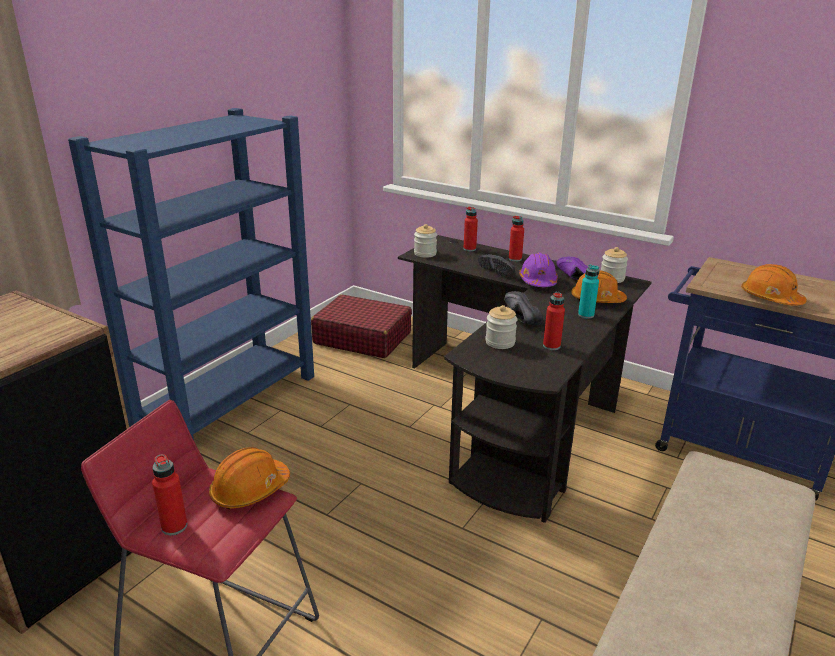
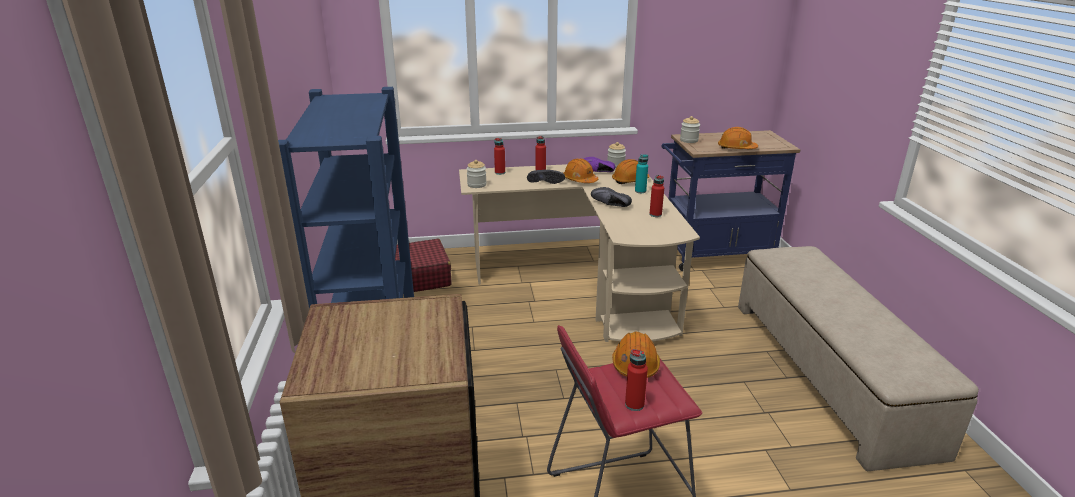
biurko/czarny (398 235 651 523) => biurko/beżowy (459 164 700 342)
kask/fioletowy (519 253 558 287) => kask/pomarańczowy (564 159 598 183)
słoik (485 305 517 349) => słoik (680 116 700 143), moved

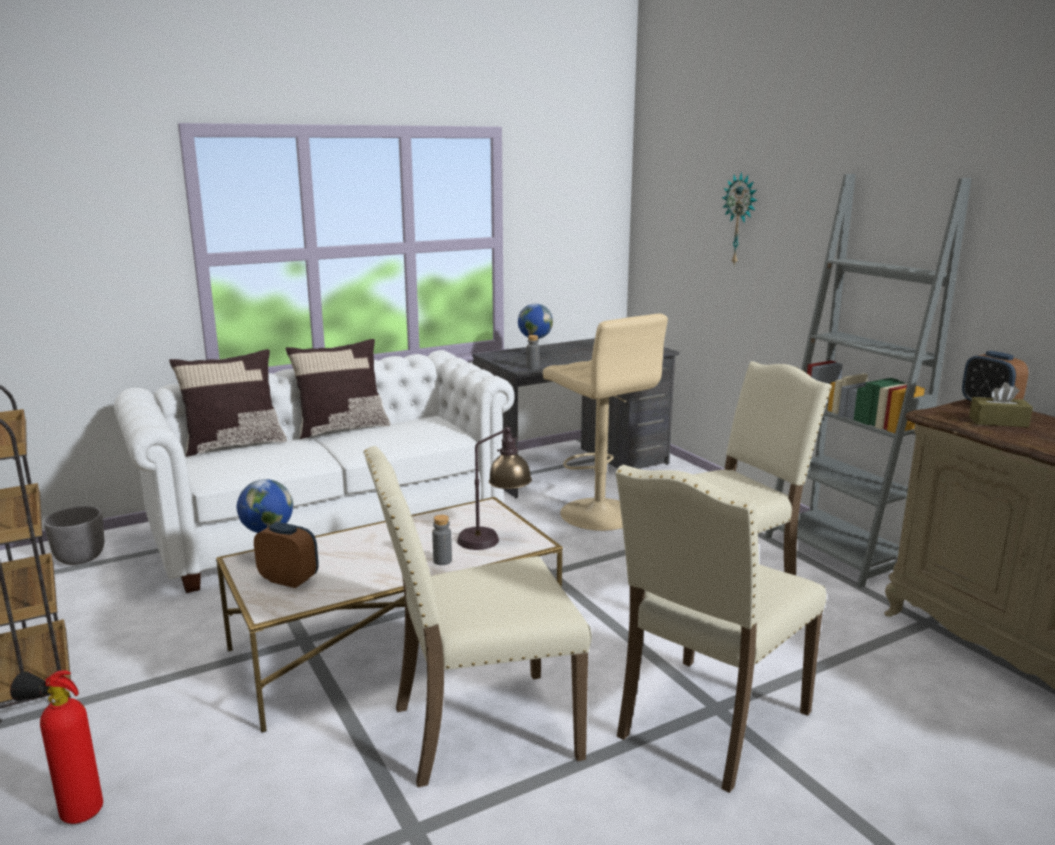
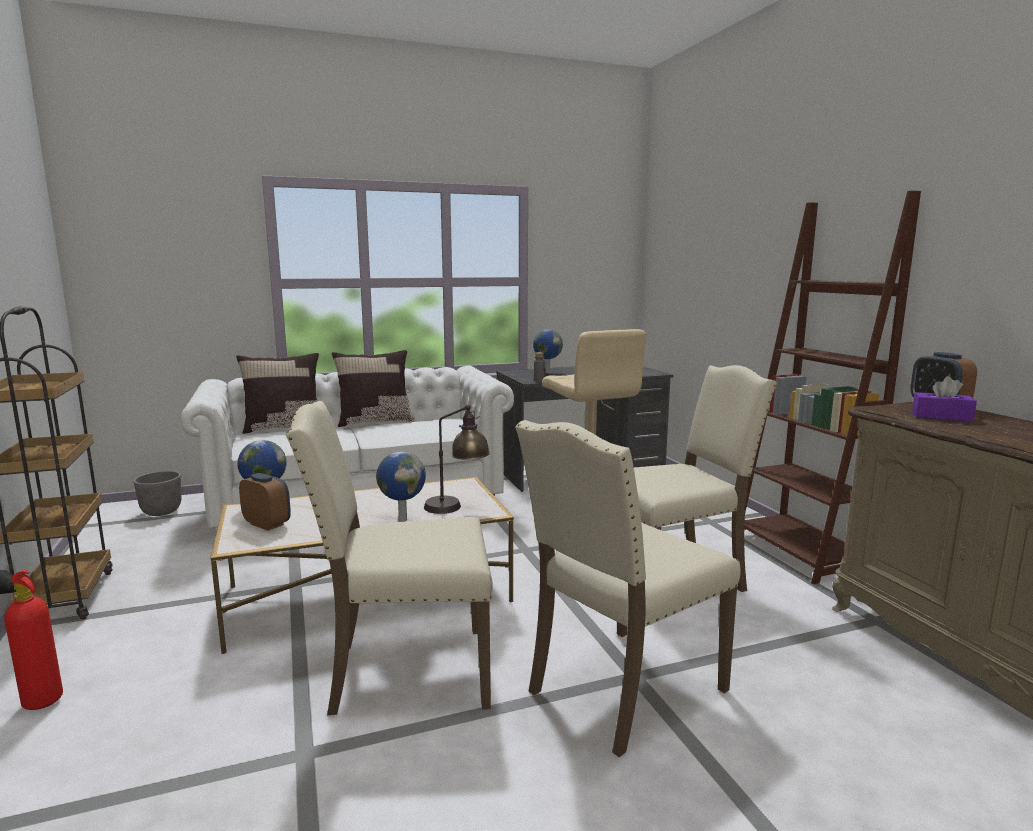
butelka/szary (432 515 452 565) => globus (376 451 426 522)
regał/szary (764 174 972 588) => regał/brązowy (744 191 921 584)
pudełko chusteczek/brązowy (969 382 1033 427) => pudełko chusteczek/fioletowy (912 376 977 422)
zegar ścienny (722 172 758 265) => nothing

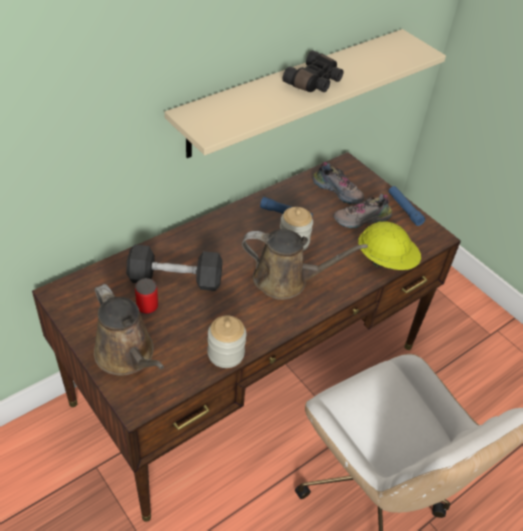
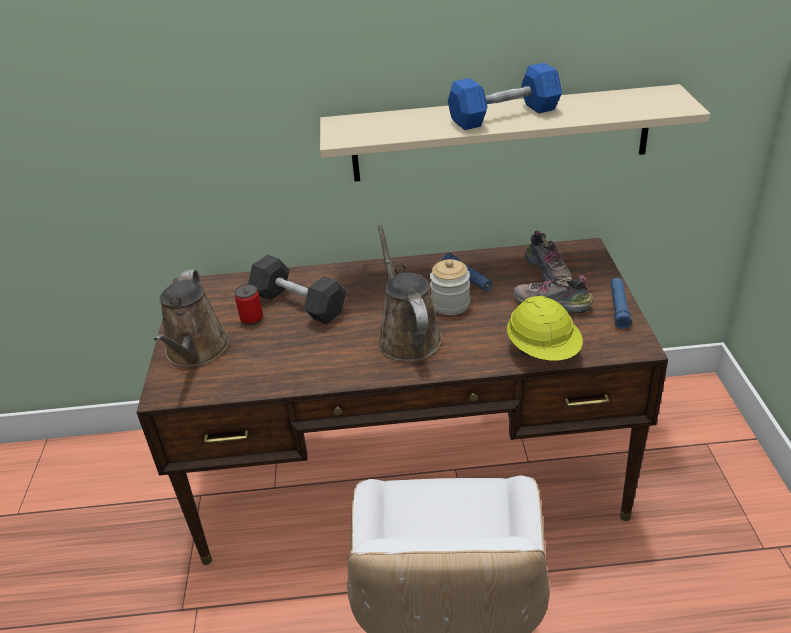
konewka/brązowy (242 229 368 300) => konewka/brązowy (378 225 442 362), 150 degrees counterclockwise
lornetka/czarny (283 50 343 92) => hantel/niebieski (448 63 562 130)
słoik (207 316 246 368) => nothing

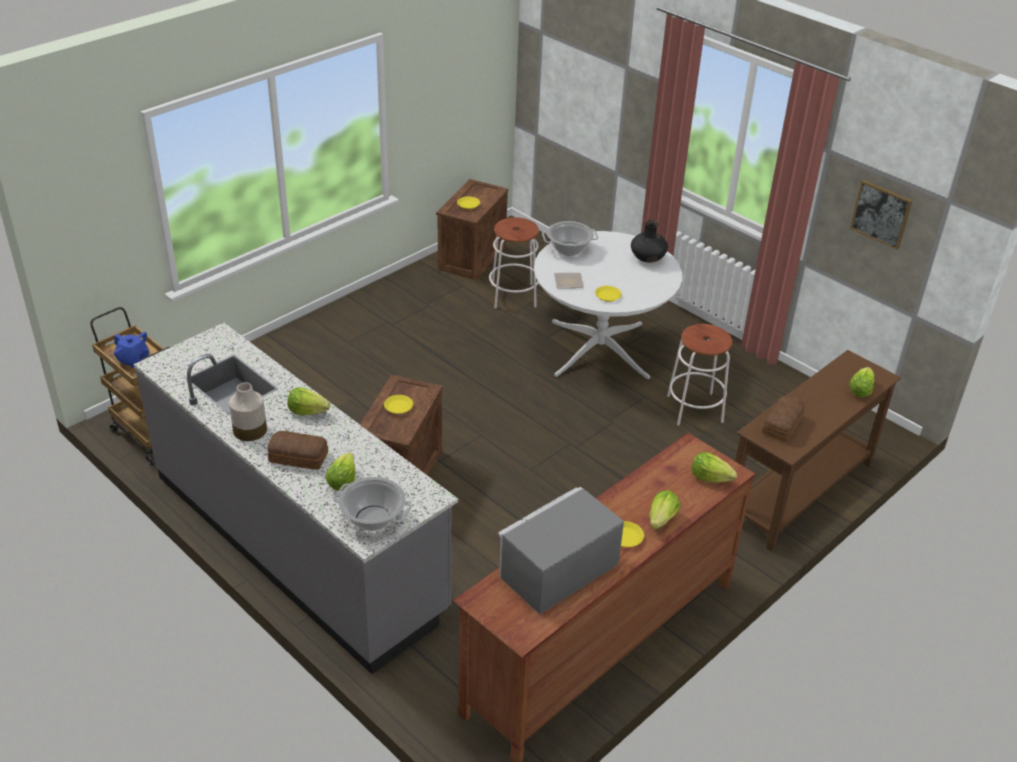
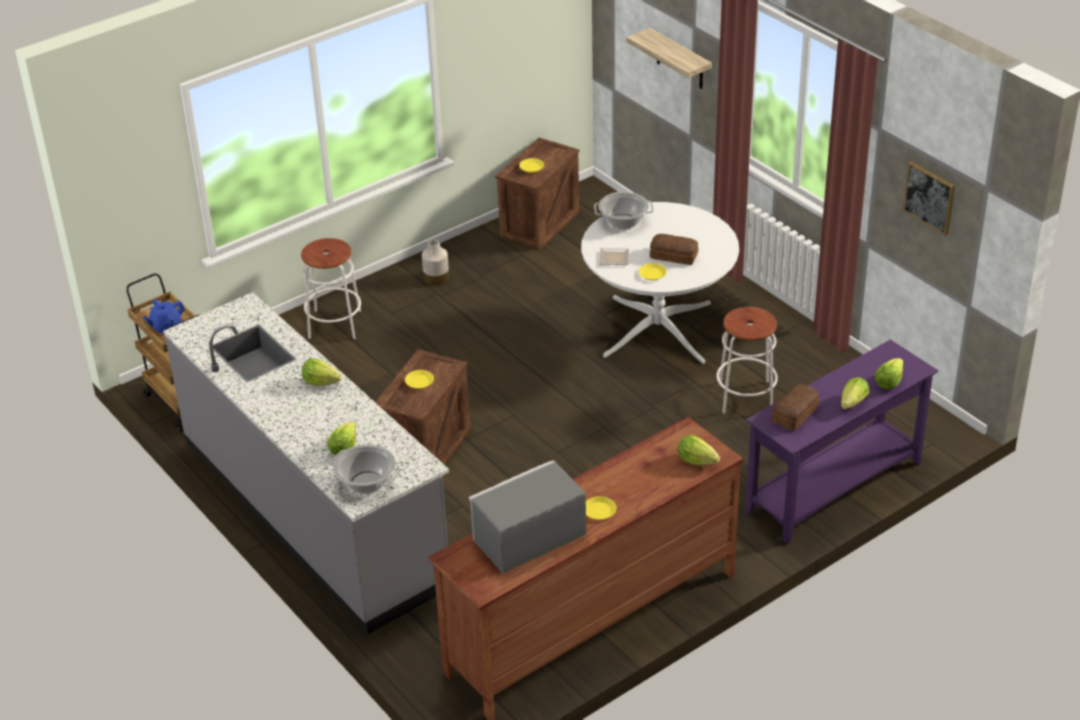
imbryk/niebieski (114 332 149 368) => imbryk/niebieski (142 299 185 334), 105 degrees clockwise
stołek/biały (489 217 539 308) => stołek/biały (301 238 361 339), moved
wazon/beżowy (229 383 267 441) => wazon/beżowy (422 240 449 285), moved
nothing => półka (626 28 712 89)
chleb (268 431 328 470) => chleb (650 234 698 265), moved
stolik konsolowy/brązowy (735 350 901 552) => stolik konsolowy/fioletowy (745 339 938 544)
sałata (649 490 680 530) => sałata (841 377 870 409), moved
wazon/czarny (631 220 668 263) => nothing

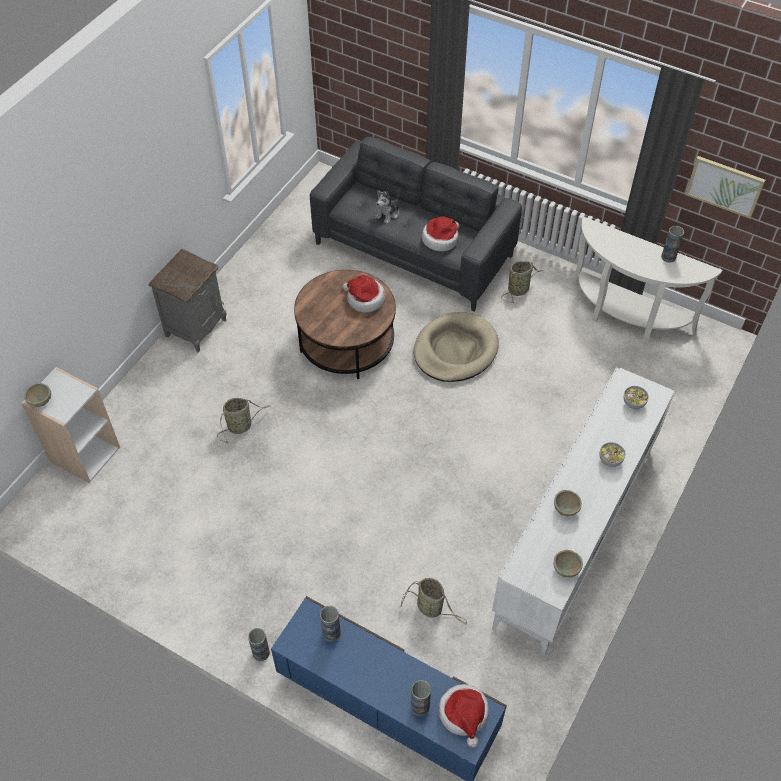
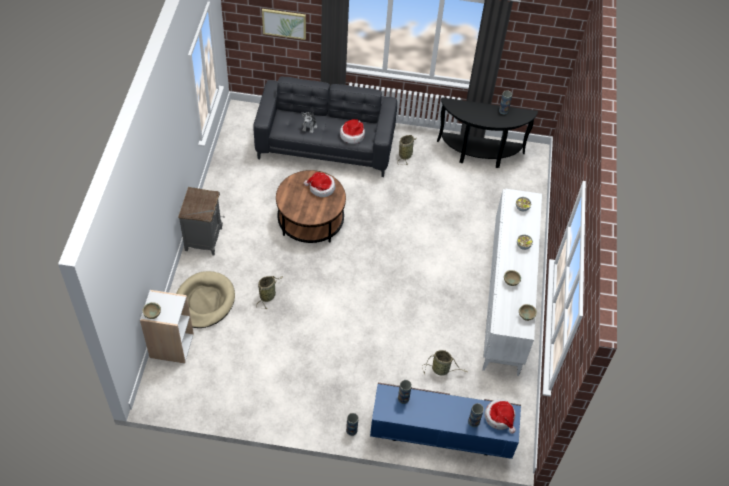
legowisko/beżowy (414 312 499 382) => legowisko/beżowy (176 271 235 328), moved
obraz (685 156 765 219) => obraz (262 9 306 40), moved
stolik konsolowy/biały (572 216 722 342) => stolik konsolowy/czarny (437 97 538 168)

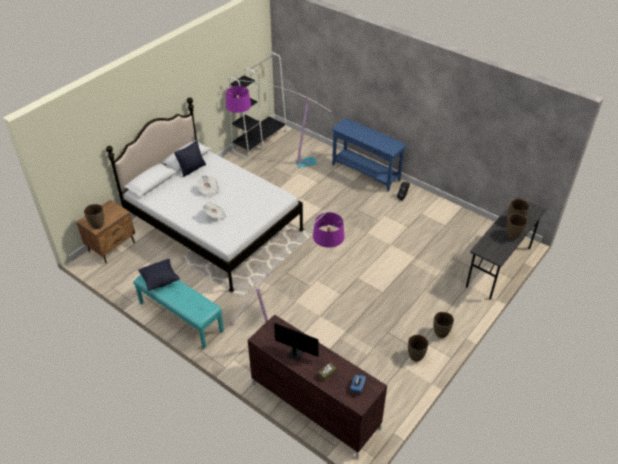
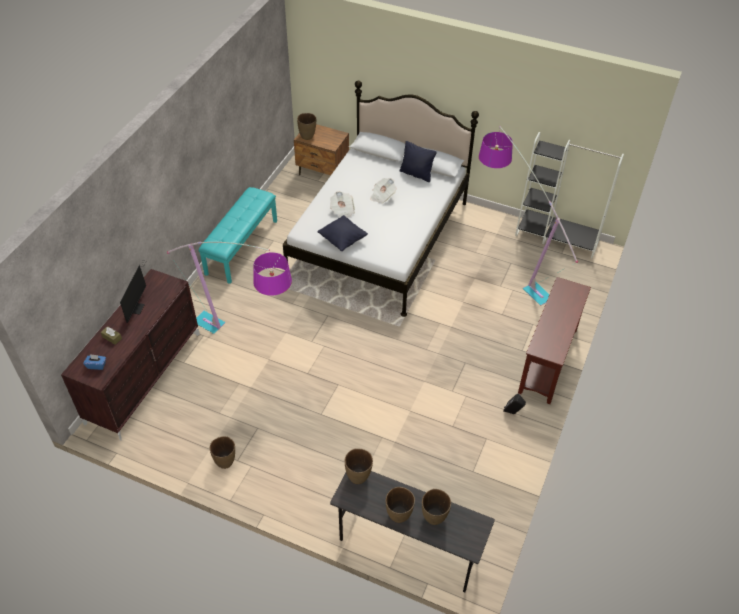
poduszka/czarny (138 259 180 291) => poduszka/czarny (317 215 368 251), moved
wazon/brązowy (434 312 454 338) => wazon/brązowy (345 448 373 484), moved
stolik konsolowy/niebieski (332 118 407 192) => stolik konsolowy/brązowy (518 277 591 404)

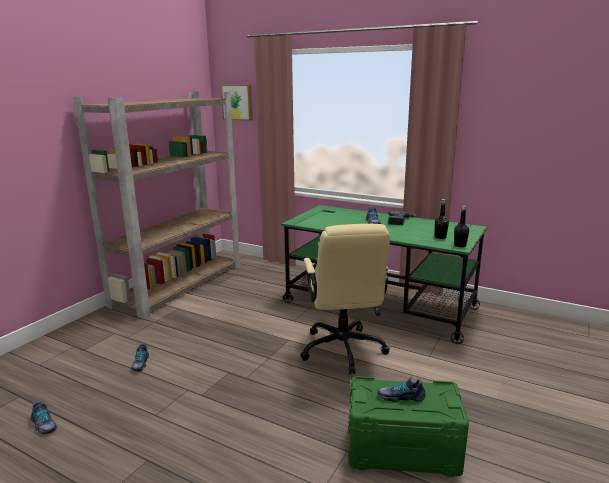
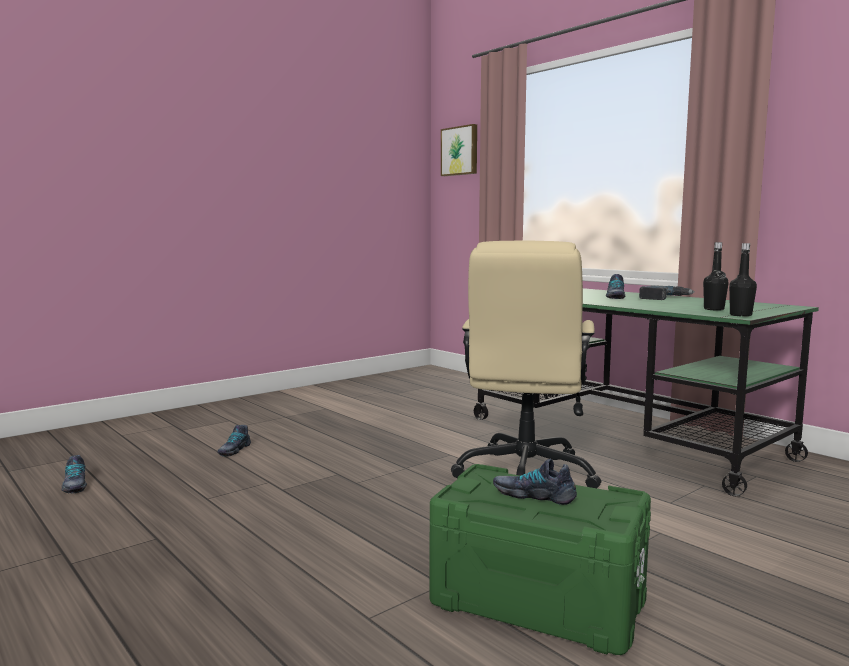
regał/brązowy (73 92 240 319) => nothing

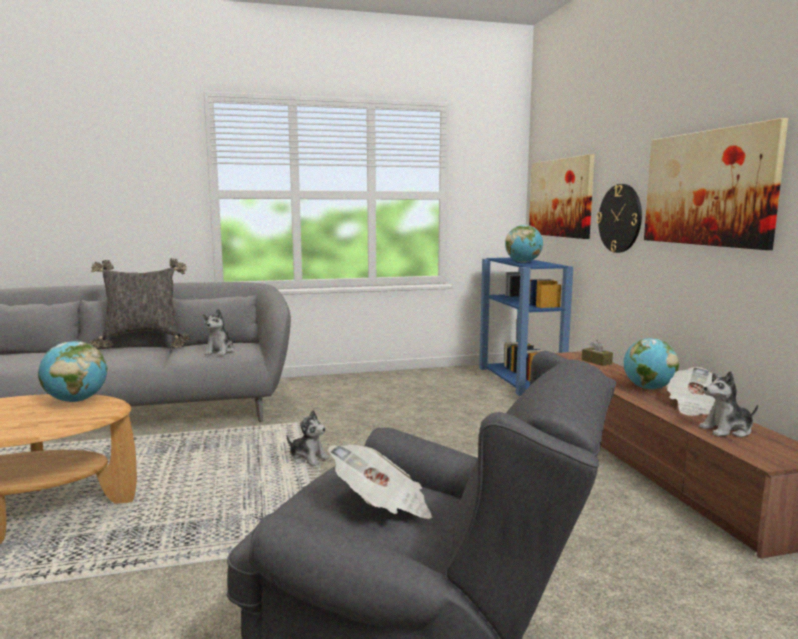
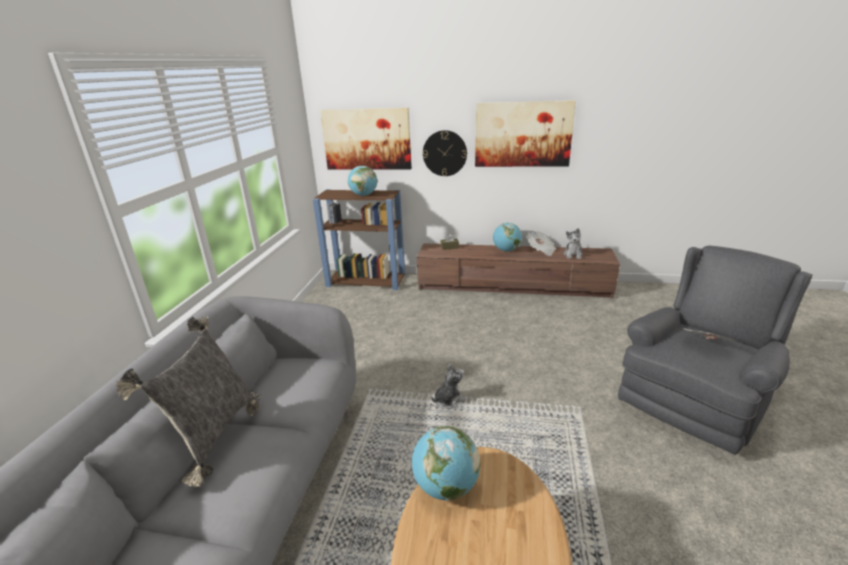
regał/niebieski (479 258 573 396) => regał/brązowy (313 189 405 290)
pluszak (202 309 235 355) => nothing

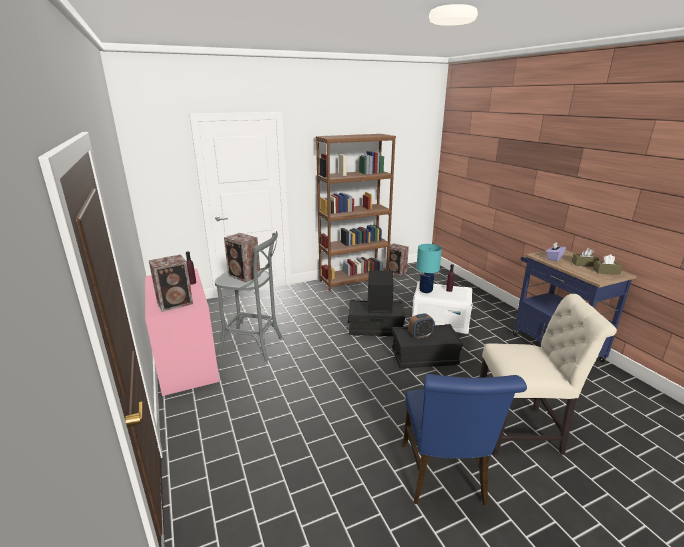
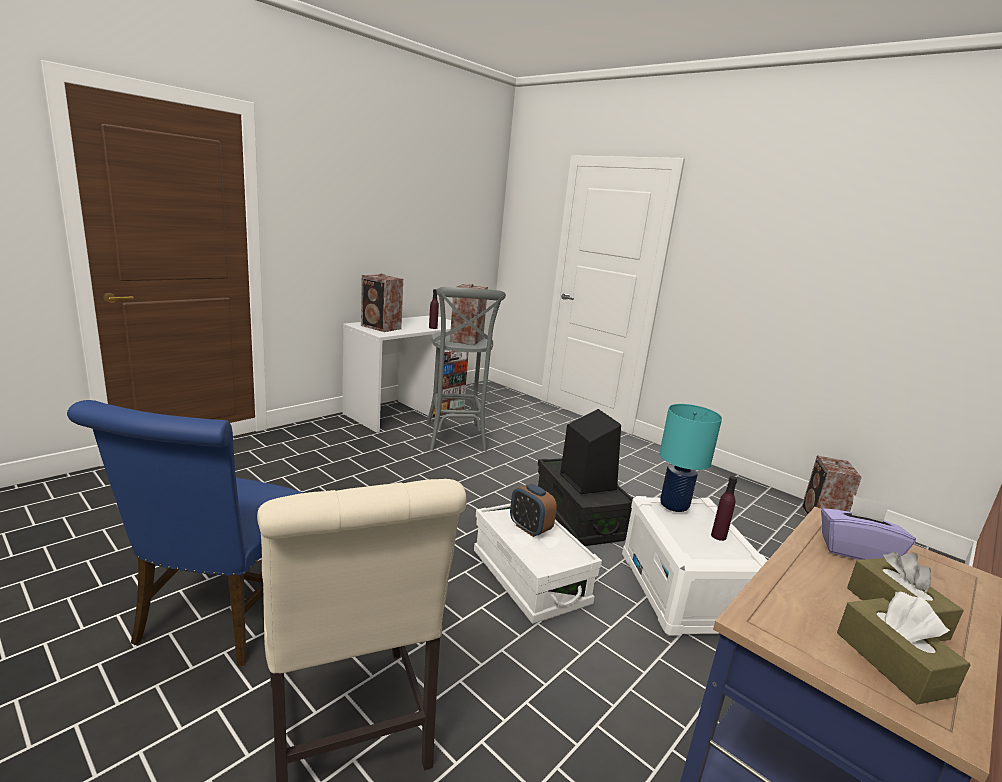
krzesło/niebieski (403 374 527 506) => krzesło/niebieski (67 400 303 666), 60 degrees counterclockwise
biurko/różowy (145 269 220 396) => biurko/biały (343 316 469 433)
pojemnik do przechowywania/czarny (392 324 463 368) => pojemnik do przechowywania/biały (474 503 602 624)
regał/brązowy (316 134 396 291) => nothing

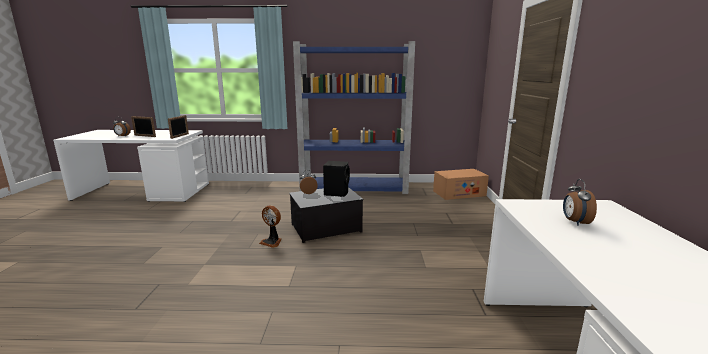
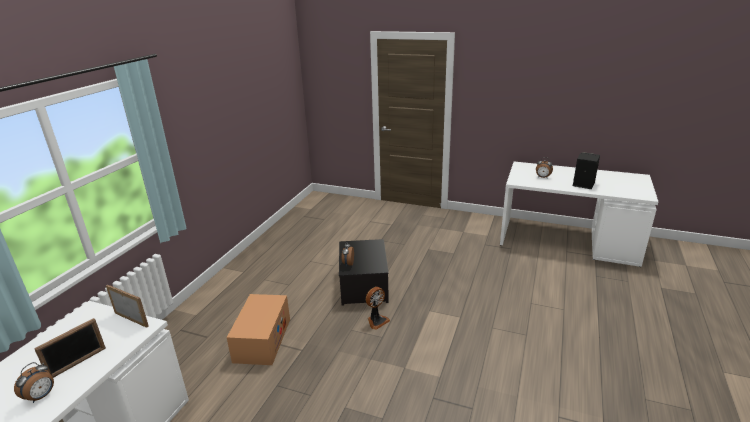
karton (433 169 489 200) => karton (226 294 290 365), moved
głośnik/czarny (323 161 350 197) => głośnik/czarny (573 152 600 189), moved
regał/niebieski (293 41 415 194) => nothing

